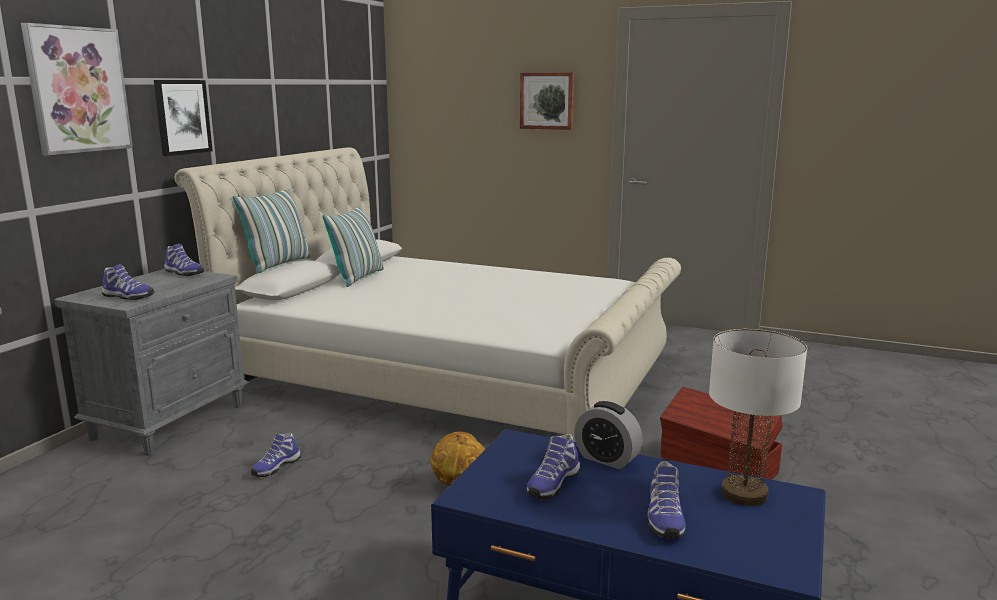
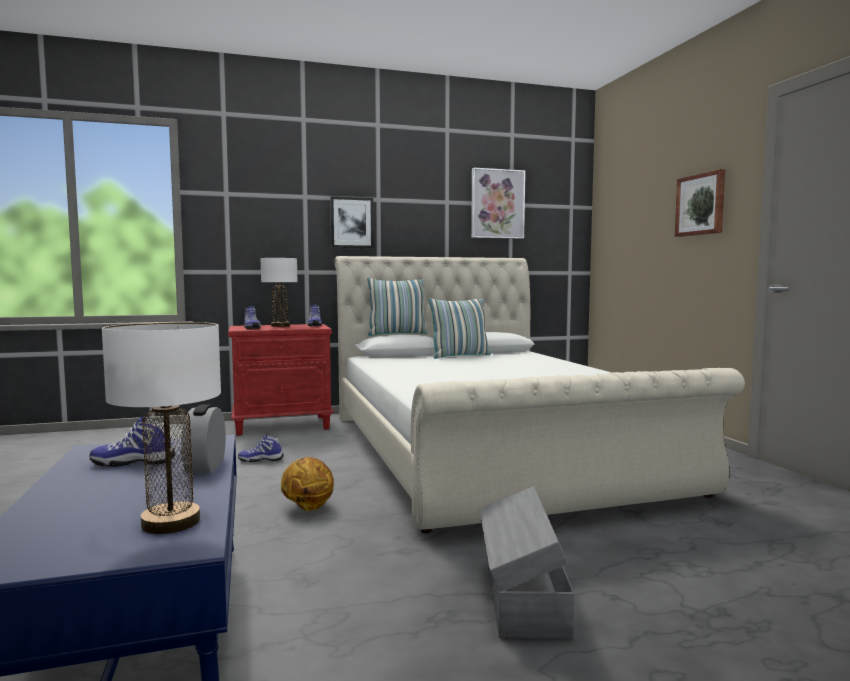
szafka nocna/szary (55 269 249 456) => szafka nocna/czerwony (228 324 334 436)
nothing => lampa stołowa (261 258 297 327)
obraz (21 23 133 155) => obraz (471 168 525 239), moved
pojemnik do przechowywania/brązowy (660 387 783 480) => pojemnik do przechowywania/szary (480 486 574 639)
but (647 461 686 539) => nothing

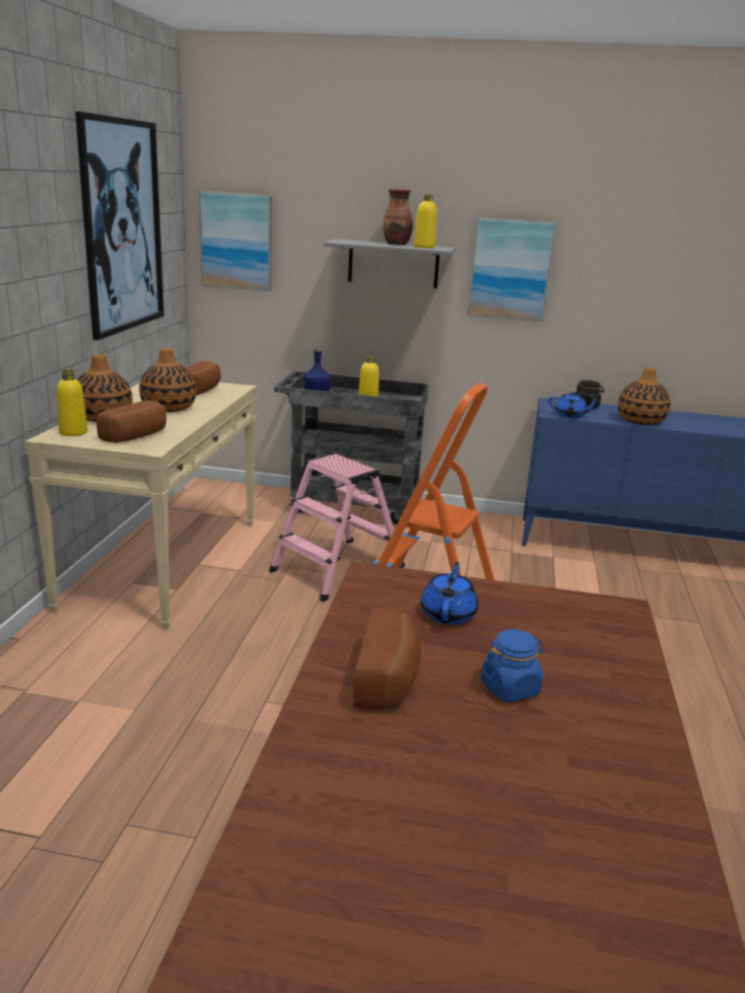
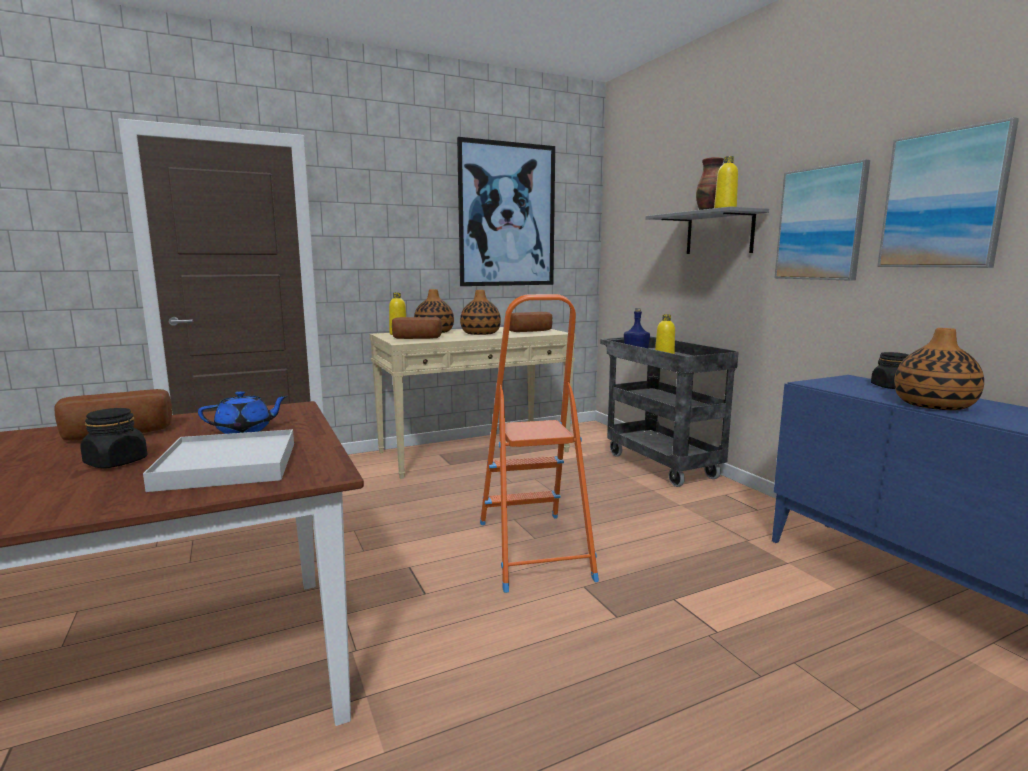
słoik/niebieski (481 629 545 702) => słoik/czarny (80 408 148 469)
nothing => taca/biały (143 429 294 492)
obraz (199 191 272 291) => obraz (877 117 1019 268), moved
drabinka/różowy (269 453 405 602) => nothing
imbryk/niebieski (548 392 600 418) => nothing

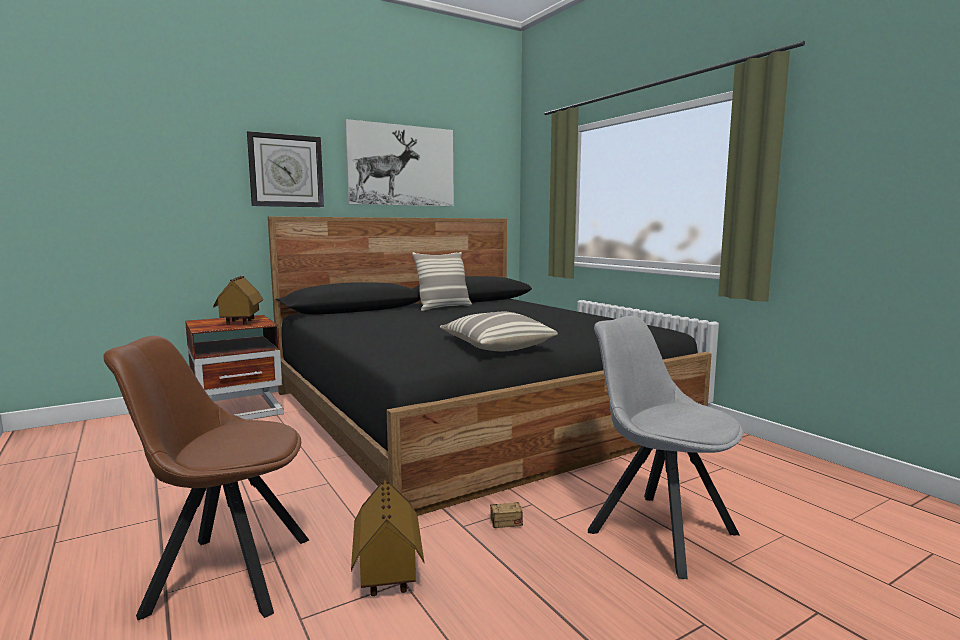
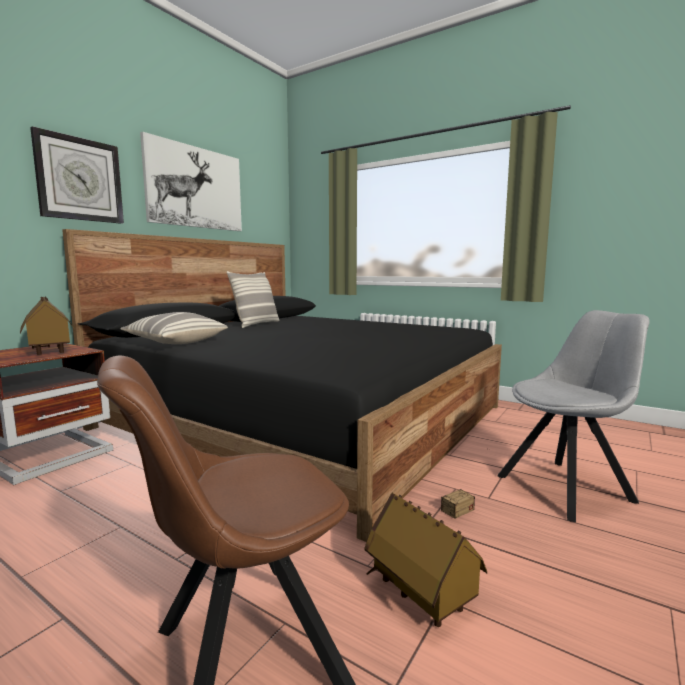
poduszka (440 312 558 352) => poduszka (120 312 228 344), moved
krzesło/szary (588 316 743 579) => krzesło/szary (497 310 650 522), 135 degrees clockwise

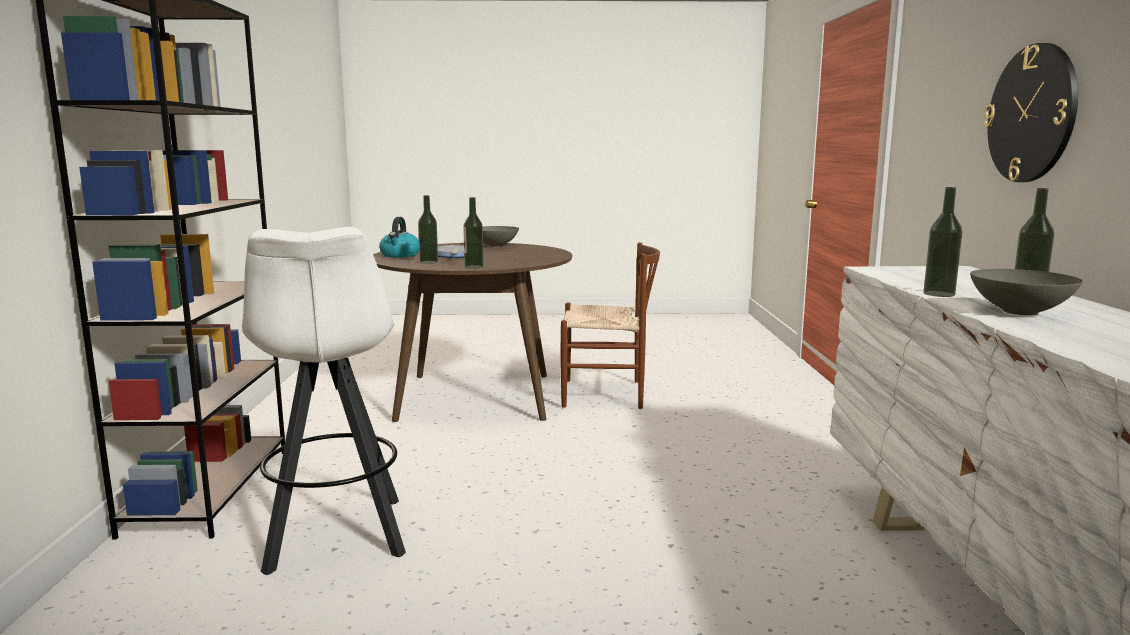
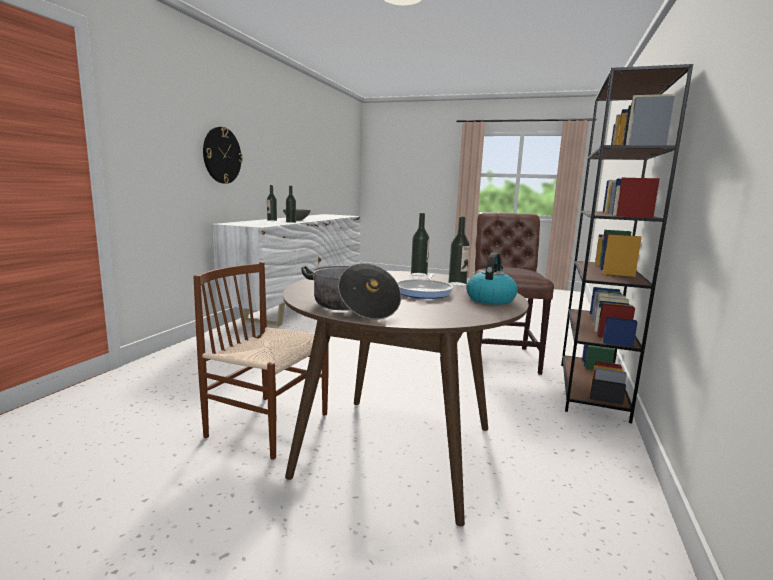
miska/szary (483 226 519 247) => garnek (301 263 401 320)
stołek/biały (242 227 406 575) => krzesło/brązowy (474 212 554 375)

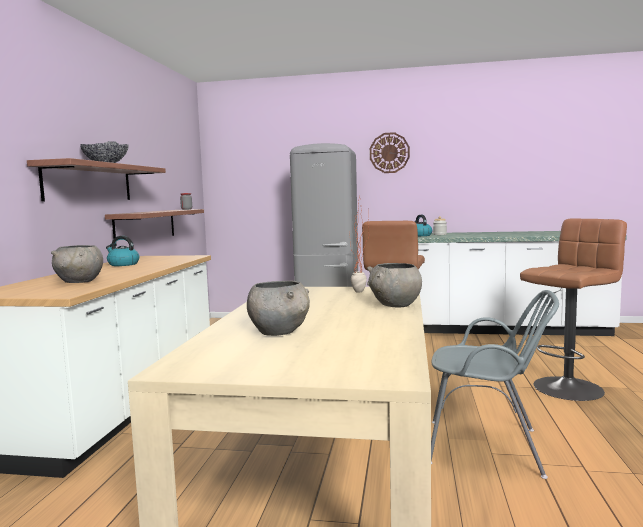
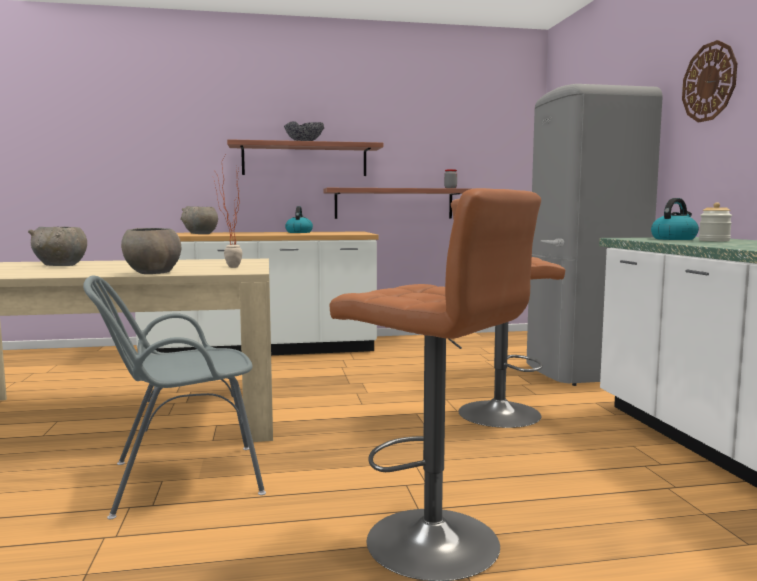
krzesło/szary (431 290 559 479) => krzesło/szary (83 275 266 519), 75 degrees clockwise

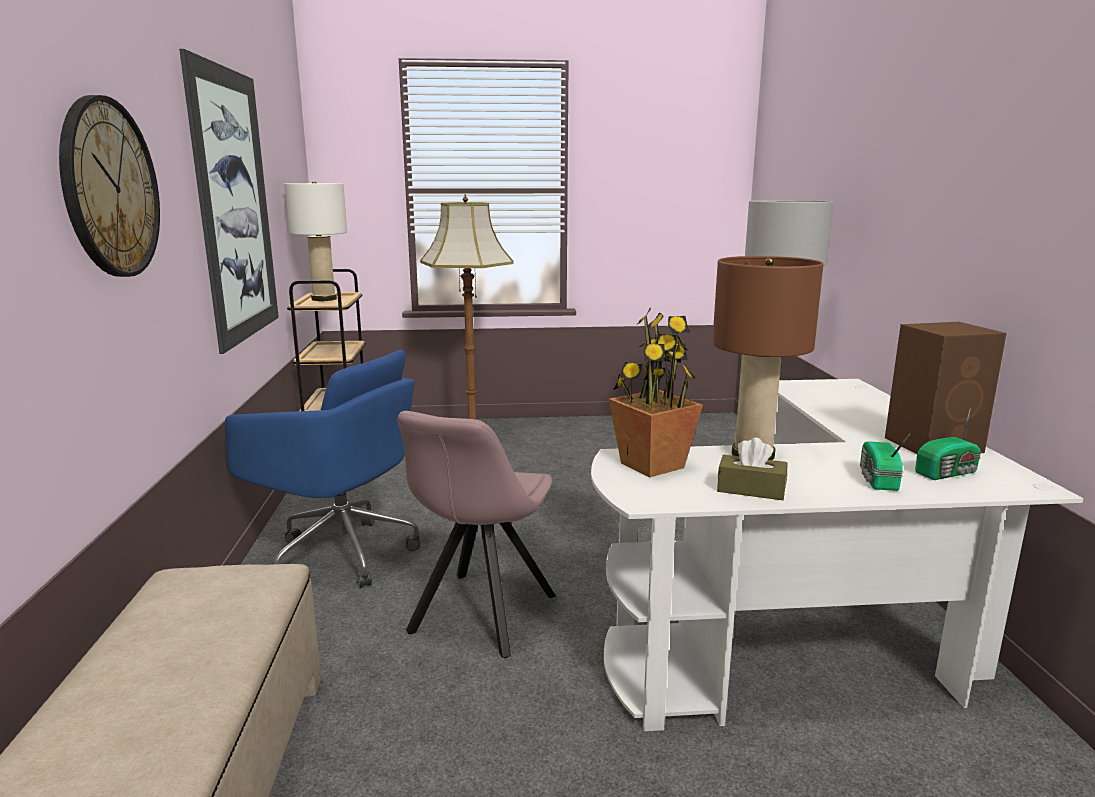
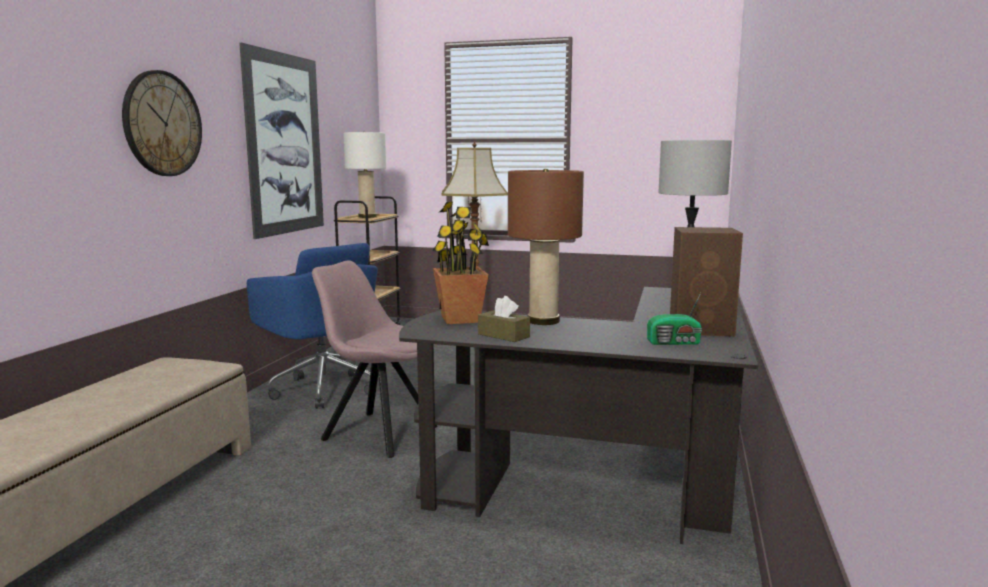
krzesło/różowy (398 411 556 658) => krzesło/różowy (312 260 438 458), 75 degrees clockwise
biurko/biały (591 379 1083 731) => biurko/czarny (399 287 758 544)
radio (860 433 911 491) => nothing

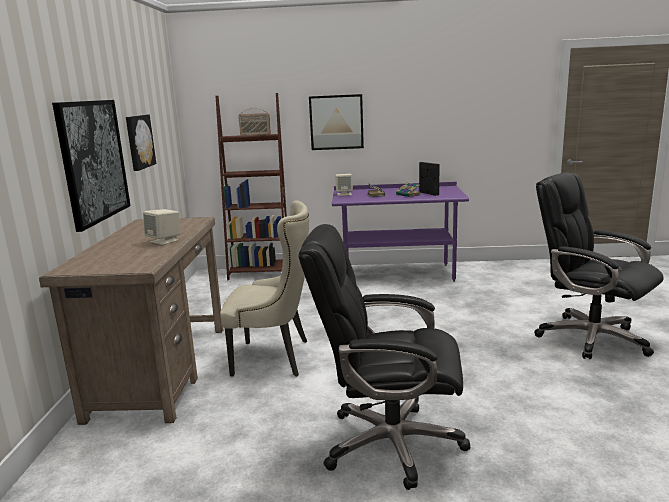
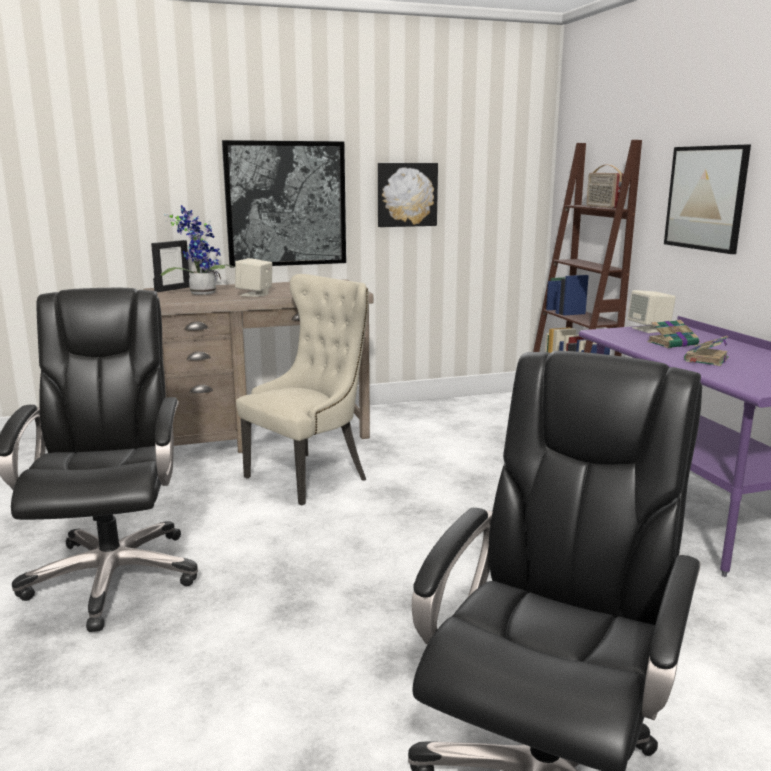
ramka na zdjęcie (419 162 440 196) => ramka na zdjęcie (151 240 190 292), moved
nothing => roślina doniczkowa (160 205 234 295)
krzesło/beżowy (220 200 309 377) => krzesło/beżowy (236 274 369 505), 120 degrees counterclockwise

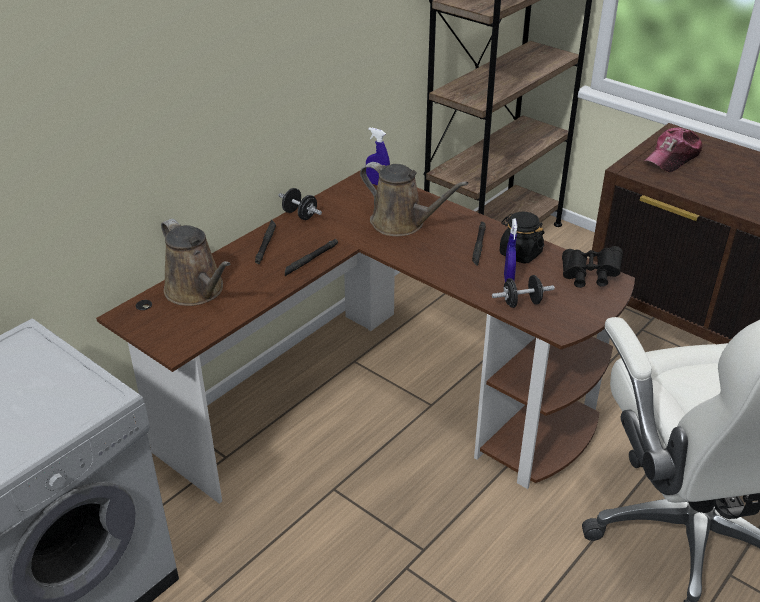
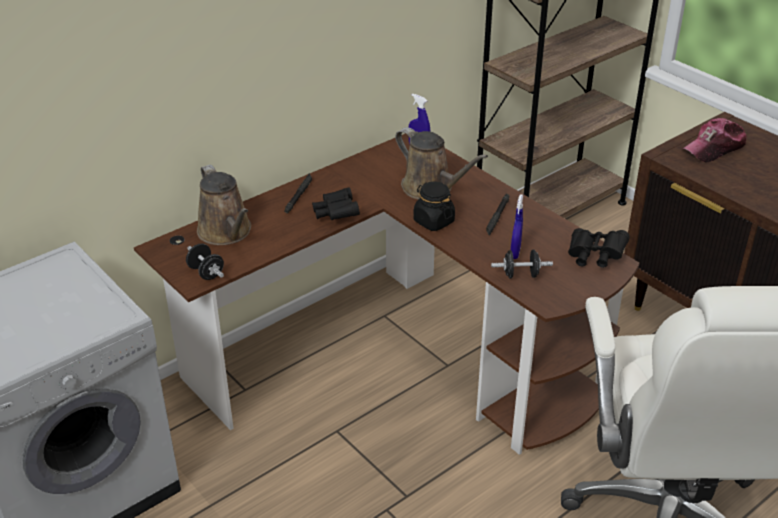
hantel/czarny (279 188 322 220) => hantel/czarny (186 243 224 280), moved
latarka/czarny (285 239 338 276) => lornetka/czarny (312 188 360 220)
słoik/czarny (500 212 544 264) => słoik/czarny (413 182 455 231), moved

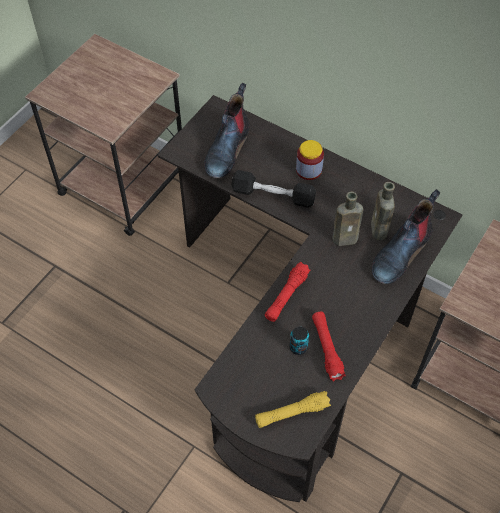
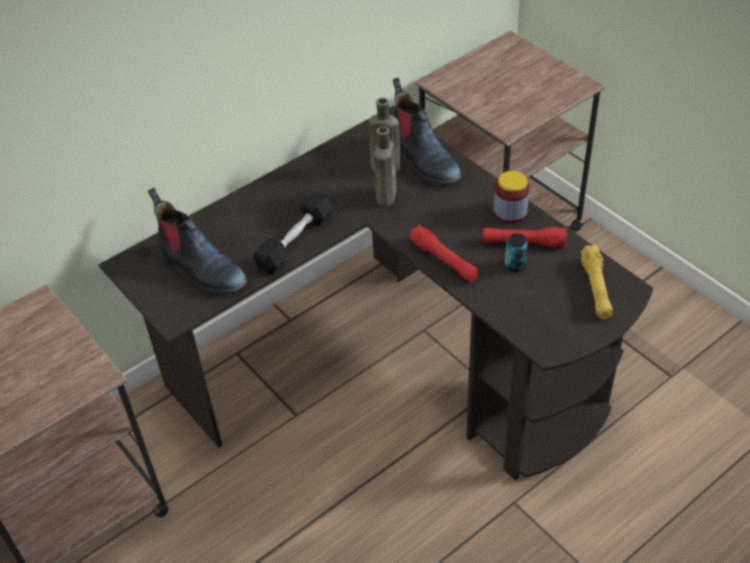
słoik (296 140 324 180) => słoik (494 171 530 223), moved

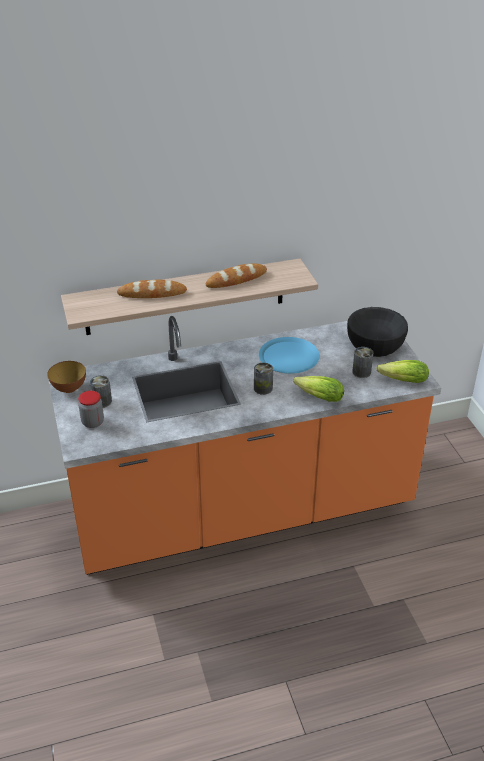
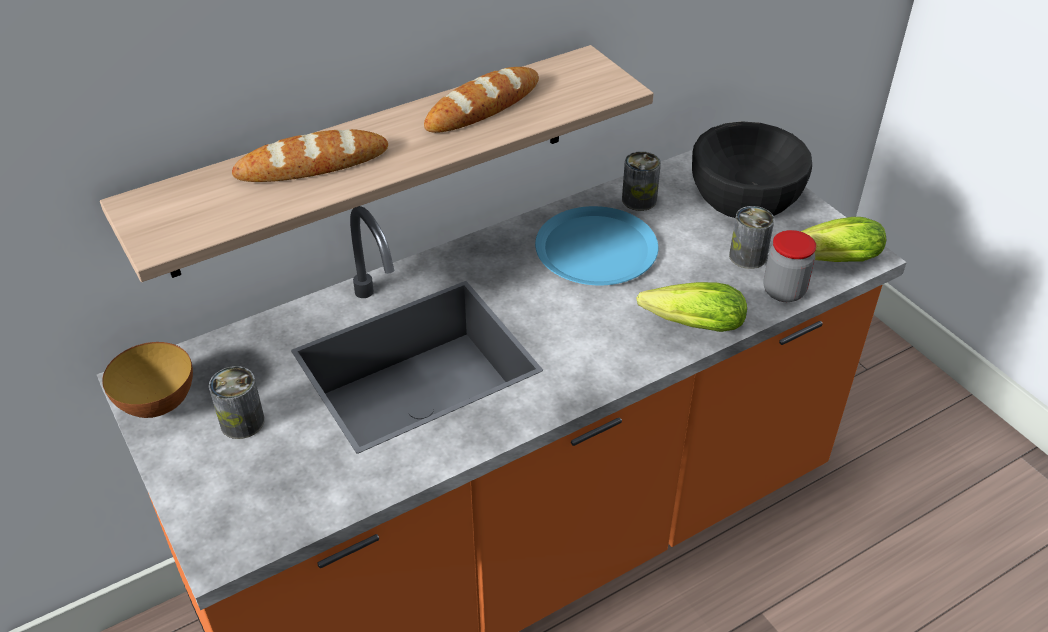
puszka (254 363 273 395) => puszka (622 151 661 211), moved
słoik (78 391 104 428) => słoik (763 230 816 302), moved

